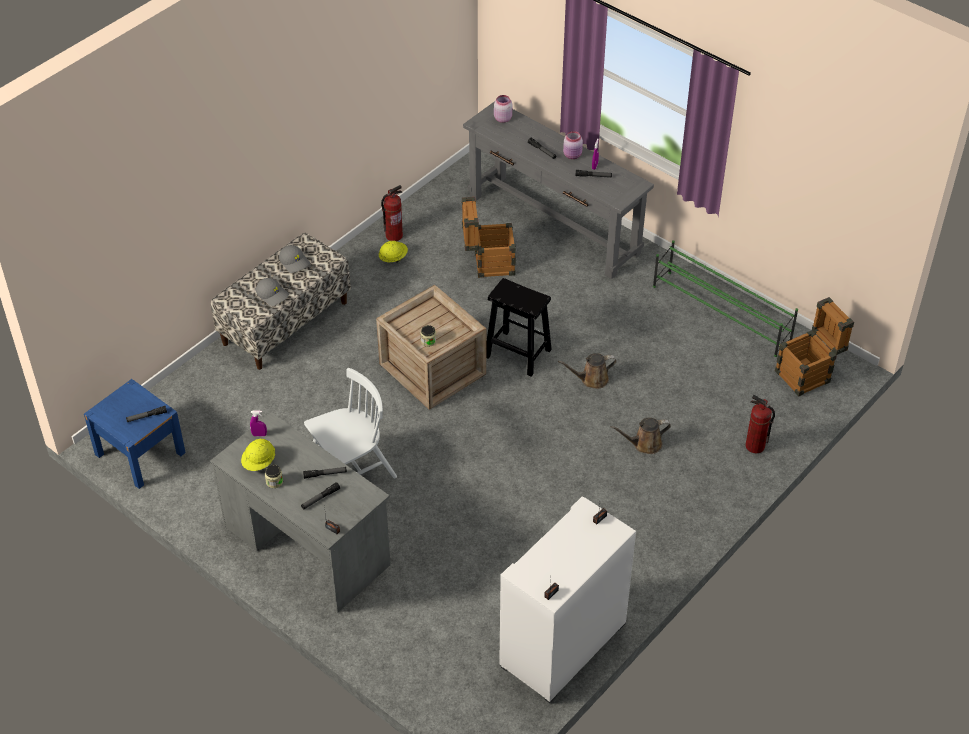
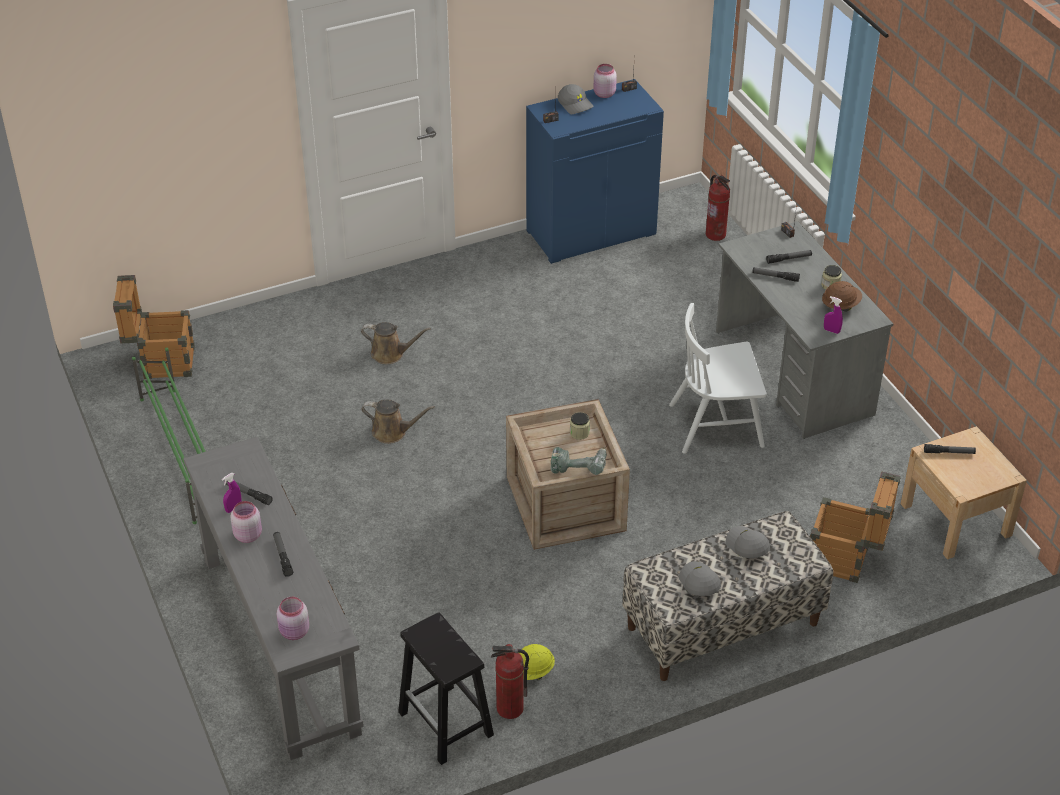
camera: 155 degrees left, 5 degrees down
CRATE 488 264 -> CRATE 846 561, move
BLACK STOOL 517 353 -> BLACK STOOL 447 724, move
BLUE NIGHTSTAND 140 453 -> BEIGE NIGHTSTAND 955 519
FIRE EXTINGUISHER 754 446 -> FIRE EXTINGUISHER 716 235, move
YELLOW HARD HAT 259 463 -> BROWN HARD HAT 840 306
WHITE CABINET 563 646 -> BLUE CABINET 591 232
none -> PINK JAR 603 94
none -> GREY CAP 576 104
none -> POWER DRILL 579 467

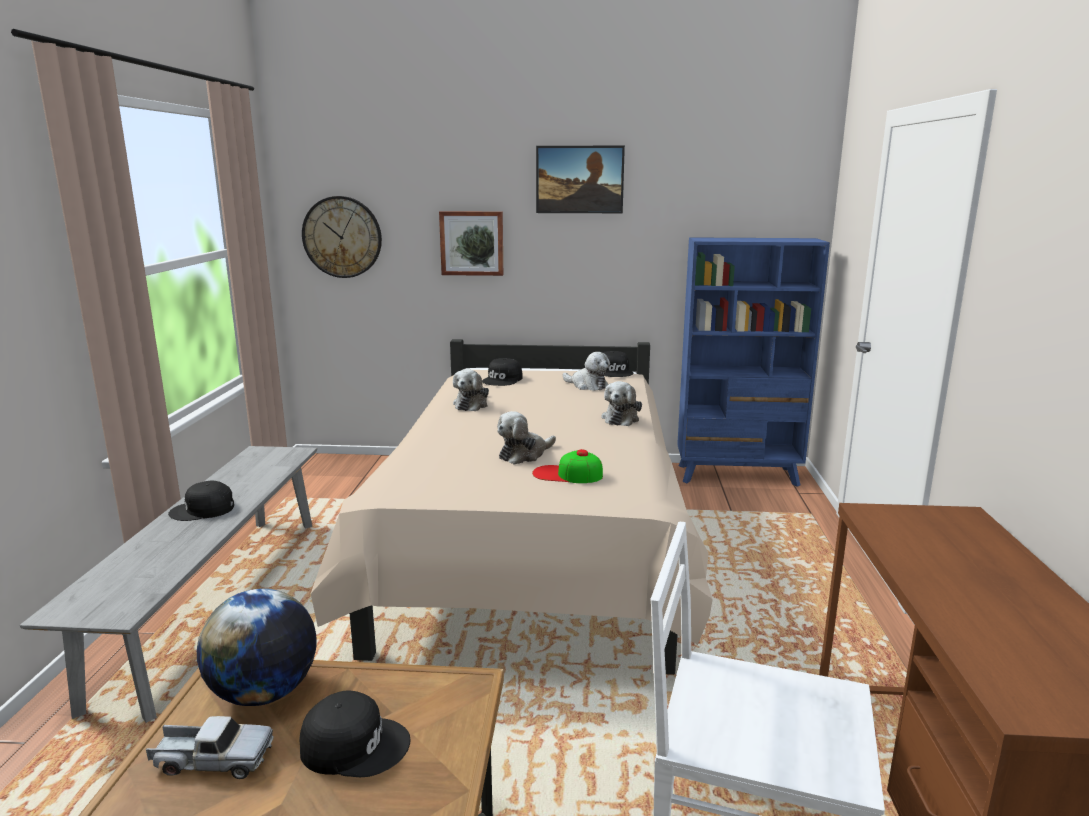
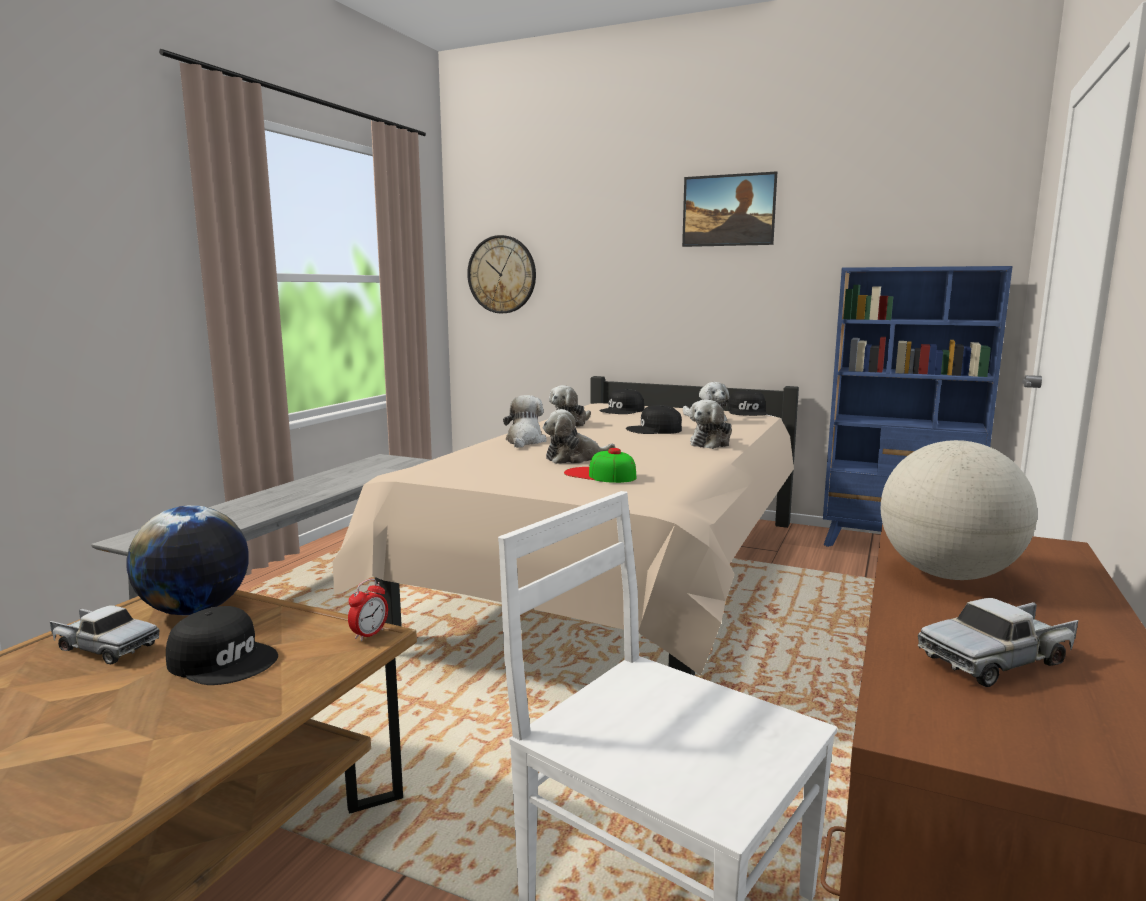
camera: 20 degrees right, 5 degrees down
PICTURE 472 243 -> none
BLACK CAP 203 510 -> BLACK CAP 654 430, move
none -> PLUSH TOY 524 441
none -> GLOBE 947 575
none -> ALARM CLOCK 369 634
none -> TOY TRUCK 998 659

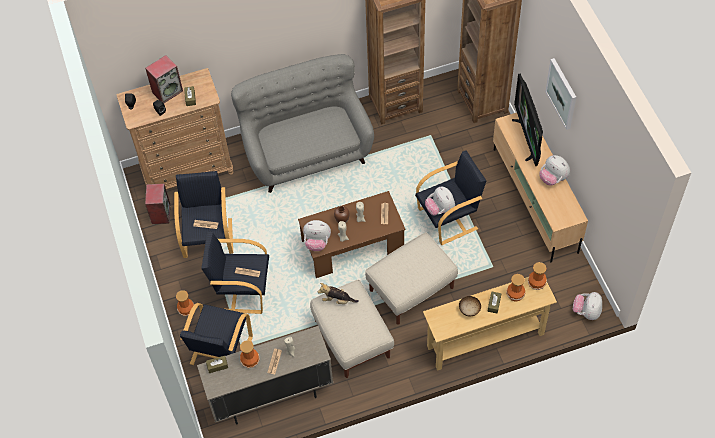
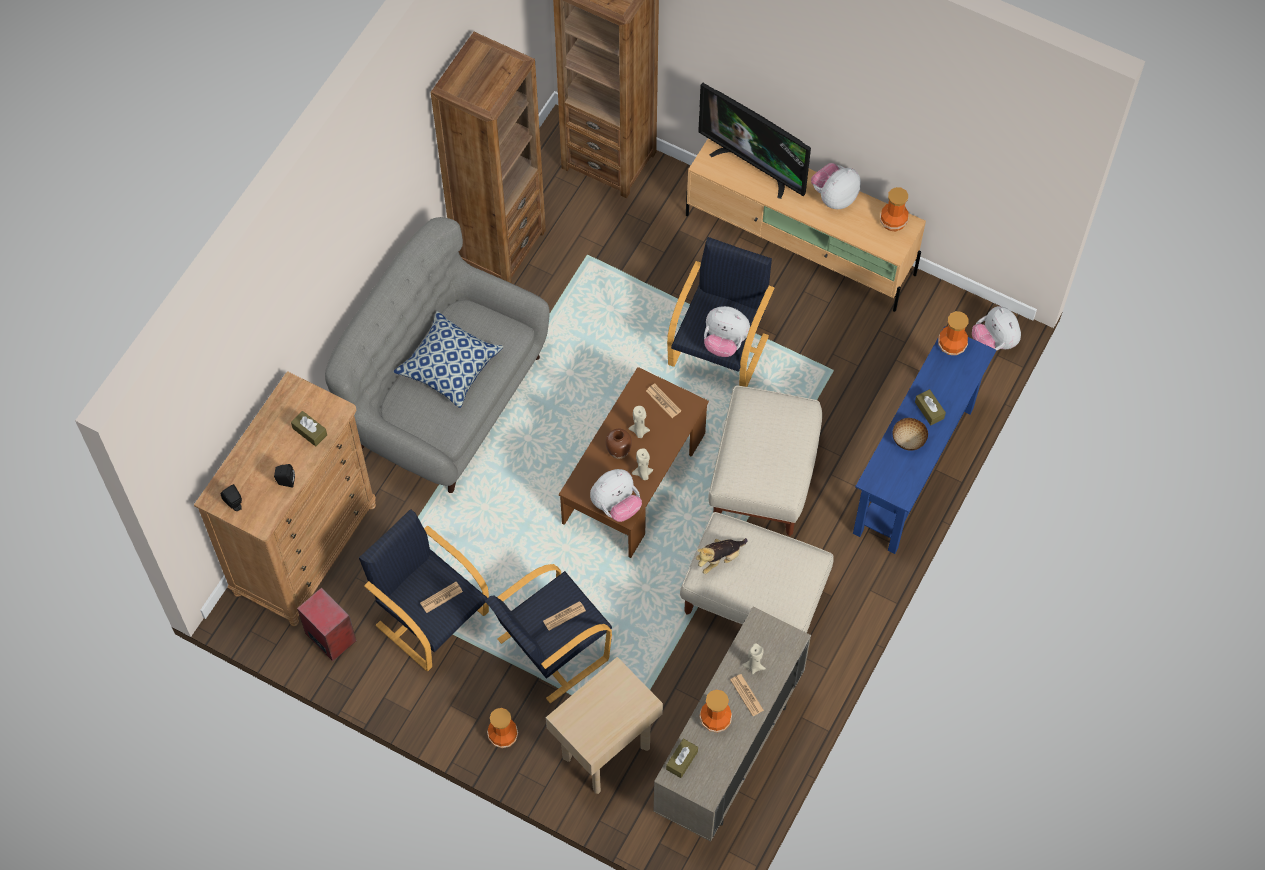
camera: 45 degrees left, 5 degrees up
SPEAKER 167 91 -> none
PICTURE 562 93 -> none
PLUSH TOY 553 178 -> PLUSH TOY 834 197, 135 degrees clockwise
VASE 515 295 -> VASE 893 222, move
BEIGE CONSOLE TABLE 485 340 -> BLUE CONSOLE TABLE 914 470
BLACK ARMCHAIR 220 351 -> BEIGE SIDE TABLE 605 751
none -> PILLOW 449 366

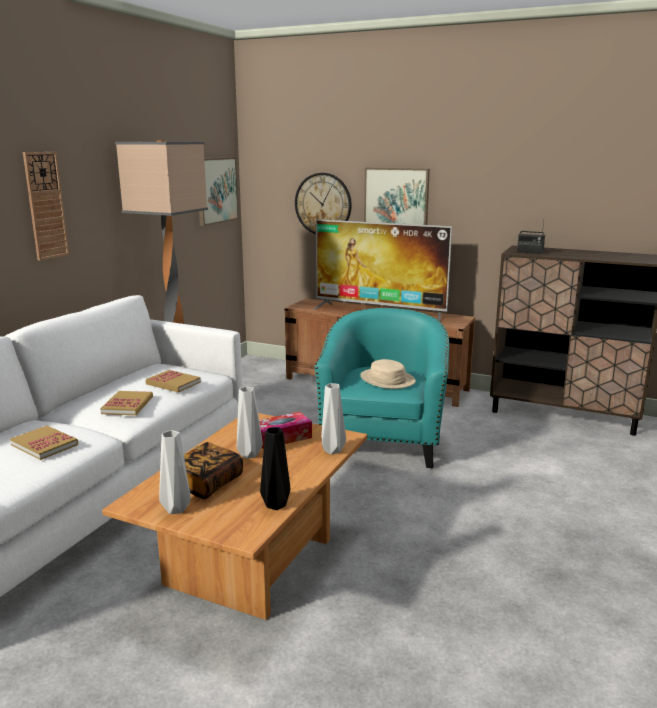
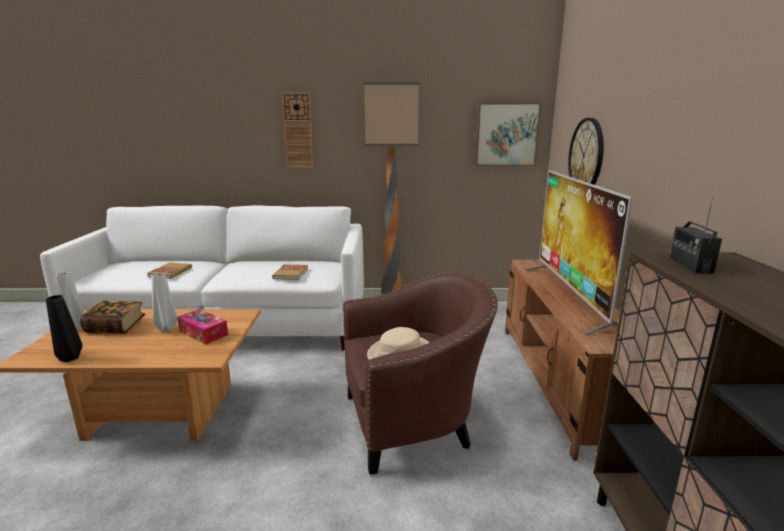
camera: 65 degrees right, 0 degrees up
PICTURE 396 201 -> none
TURQUOISE ARMCHAIR 383 441 -> BROWN ARMCHAIR 414 422
GREY VASE 333 451 -> none
BOOK 127 405 -> none

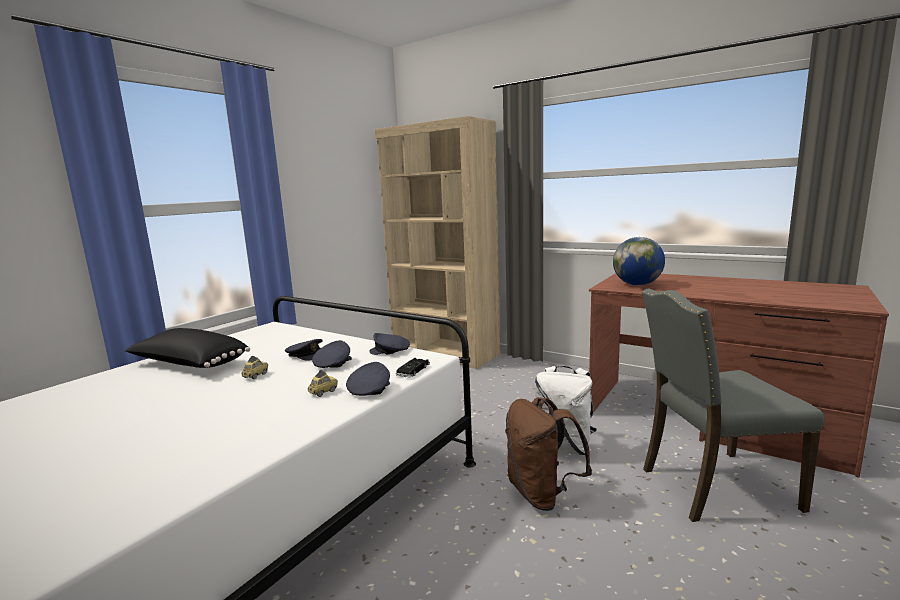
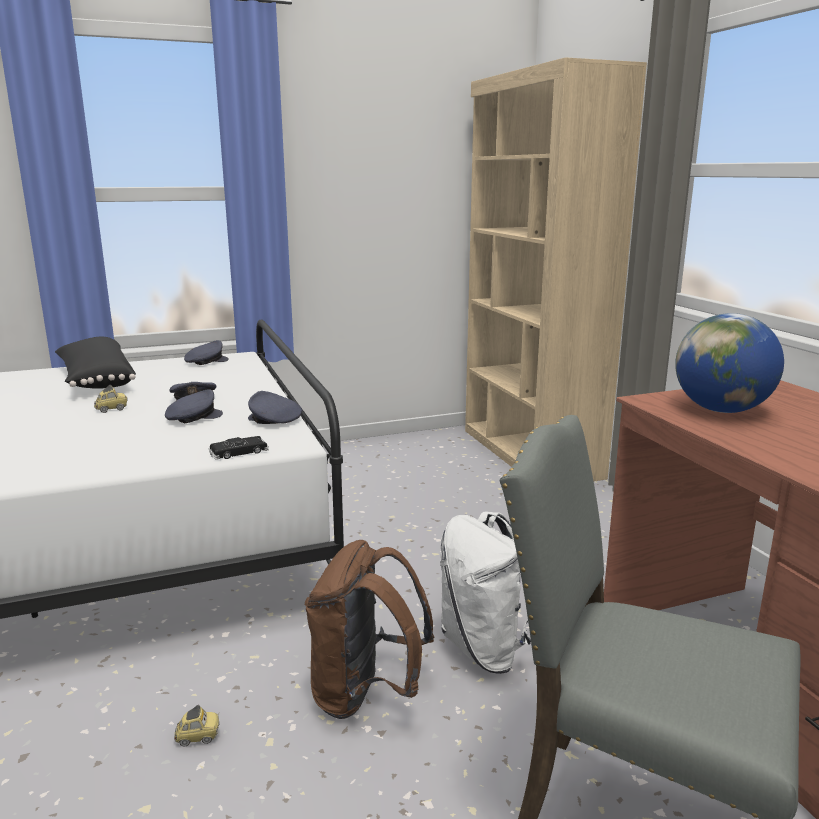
camera: 35 degrees right, 5 degrees up
GREY CAP 369 389 -> GREY CAP 205 362, move
TOY CAR 323 392 -> TOY CAR 198 737, move

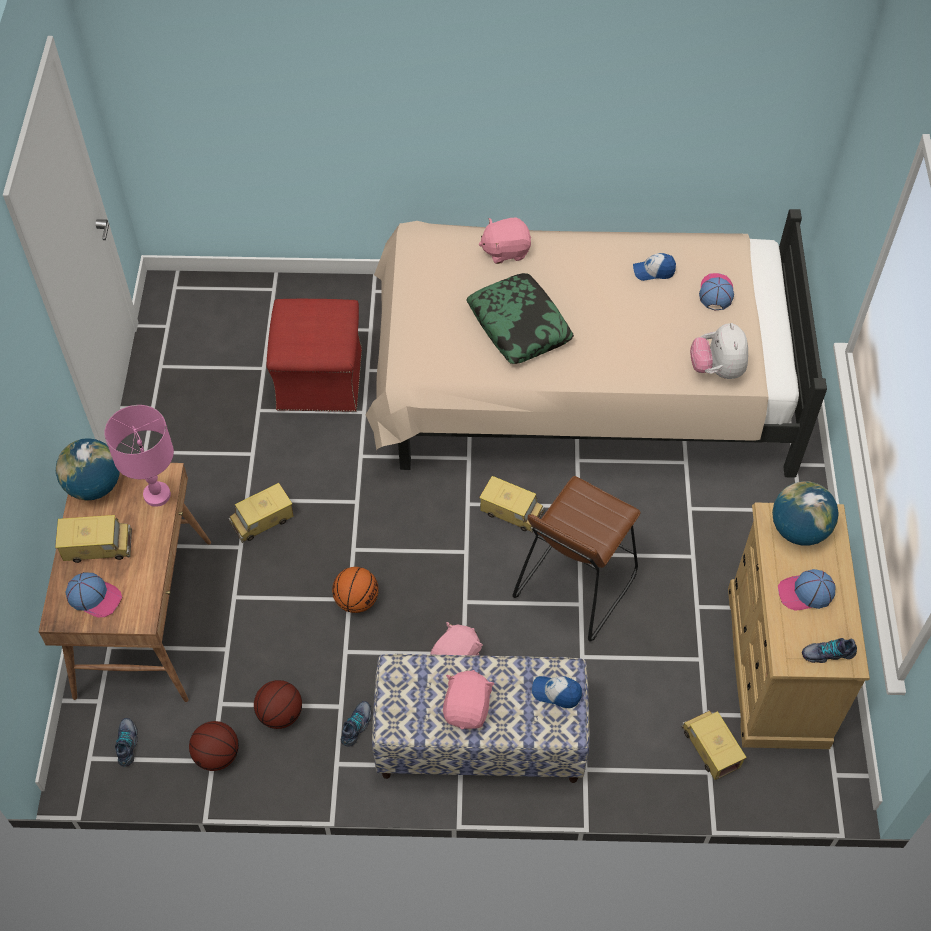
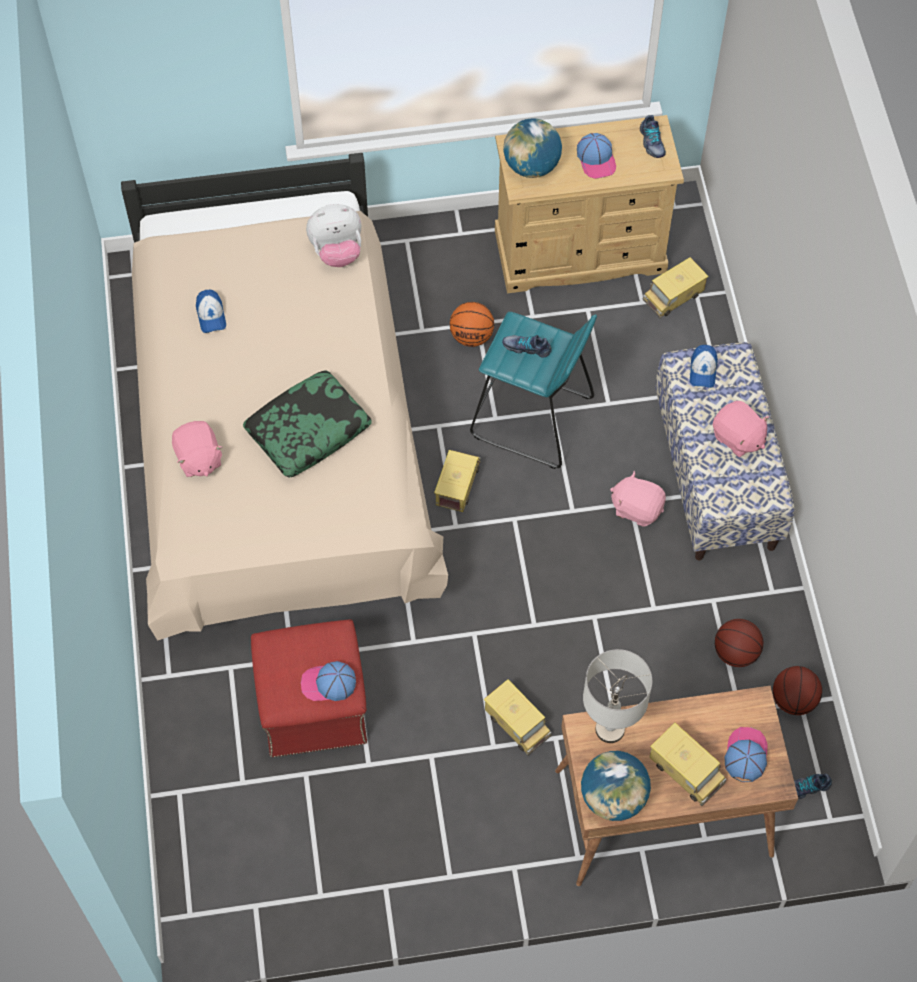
camera: 100 degrees left, 5 degrees up
CAP 715 292 -> CAP 328 684, move
PINK TABLE LAMP 156 495 -> GREY TABLE LAMP 609 730
BROWN STOOL 574 585 -> TURQUOISE STOOL 531 418
TOY TRUCK 97 546 -> TOY TRUCK 686 770, 150 degrees clockwise
BASKETBALL 356 600 -> BASKETBALL 471 336, move
PINK PLUSH TOY 468 708 -> PINK PLUSH TOY 737 438, 135 degrees counterclockwise
SHOE 357 726 -> SHOE 527 347, move

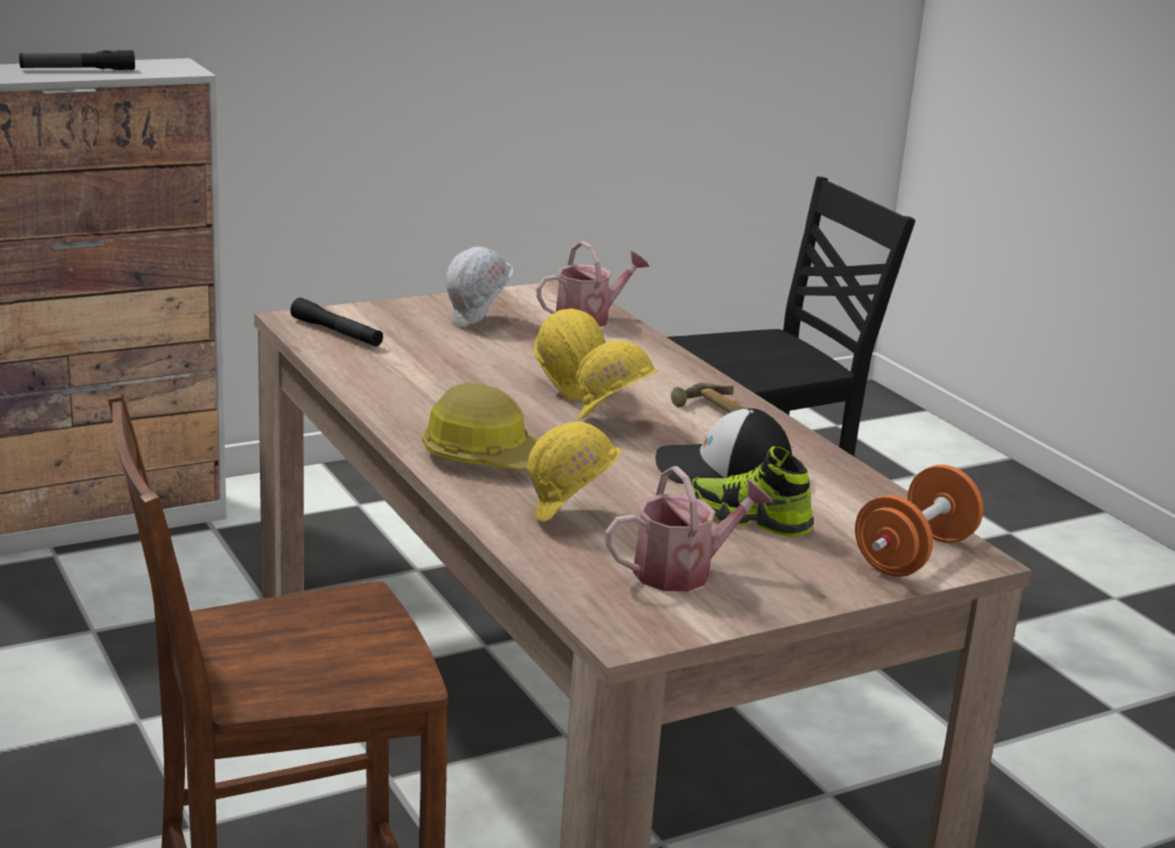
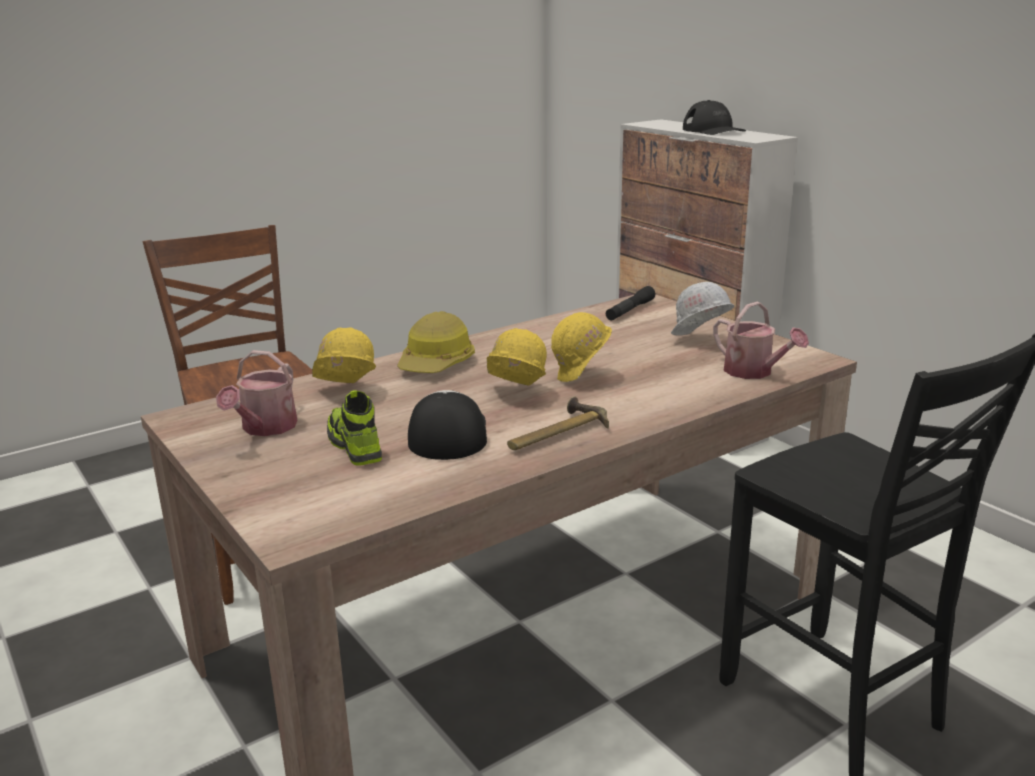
camera: 85 degrees right, 0 degrees up
FLASHLIGHT 77 70 -> BLACK CAP 713 130
SHOE 749 519 -> SHOE 354 446, 45 degrees counterclockwise
ORANGE DUMBBELL 914 555 -> none
WATERING CAN 682 571 -> WATERING CAN 265 428, 45 degrees clockwise

